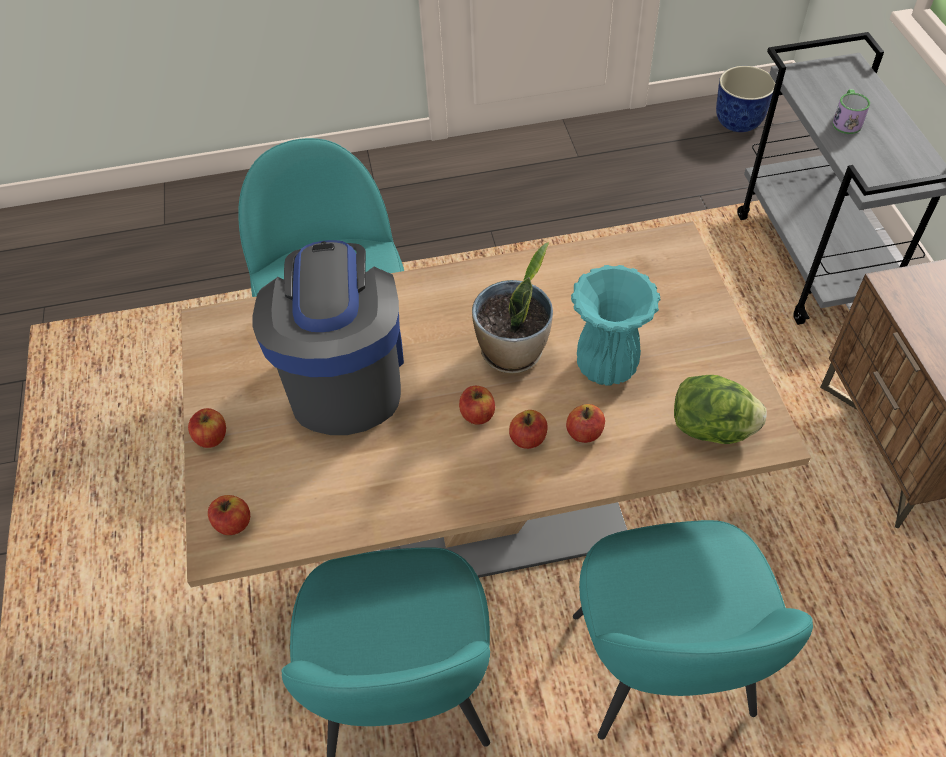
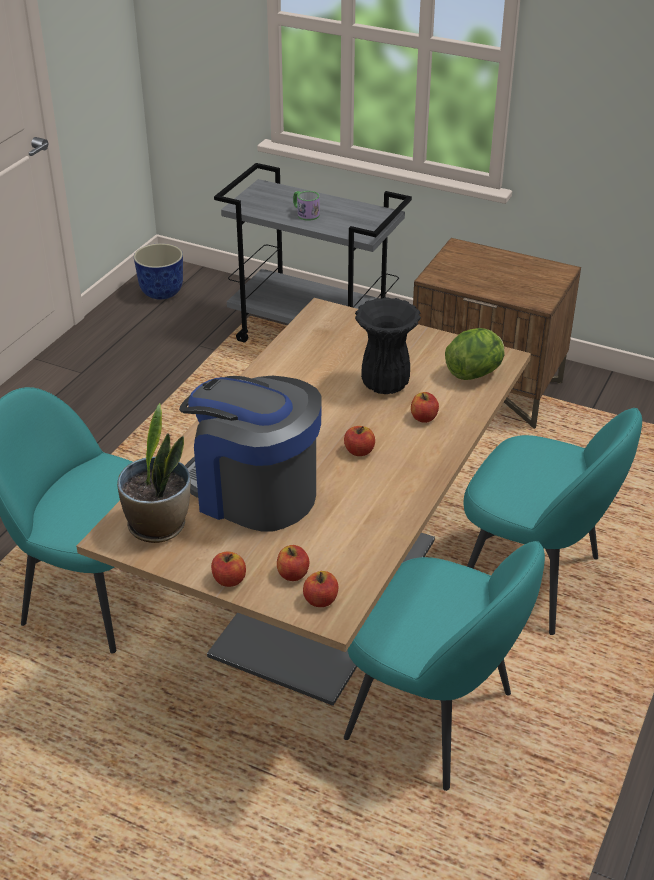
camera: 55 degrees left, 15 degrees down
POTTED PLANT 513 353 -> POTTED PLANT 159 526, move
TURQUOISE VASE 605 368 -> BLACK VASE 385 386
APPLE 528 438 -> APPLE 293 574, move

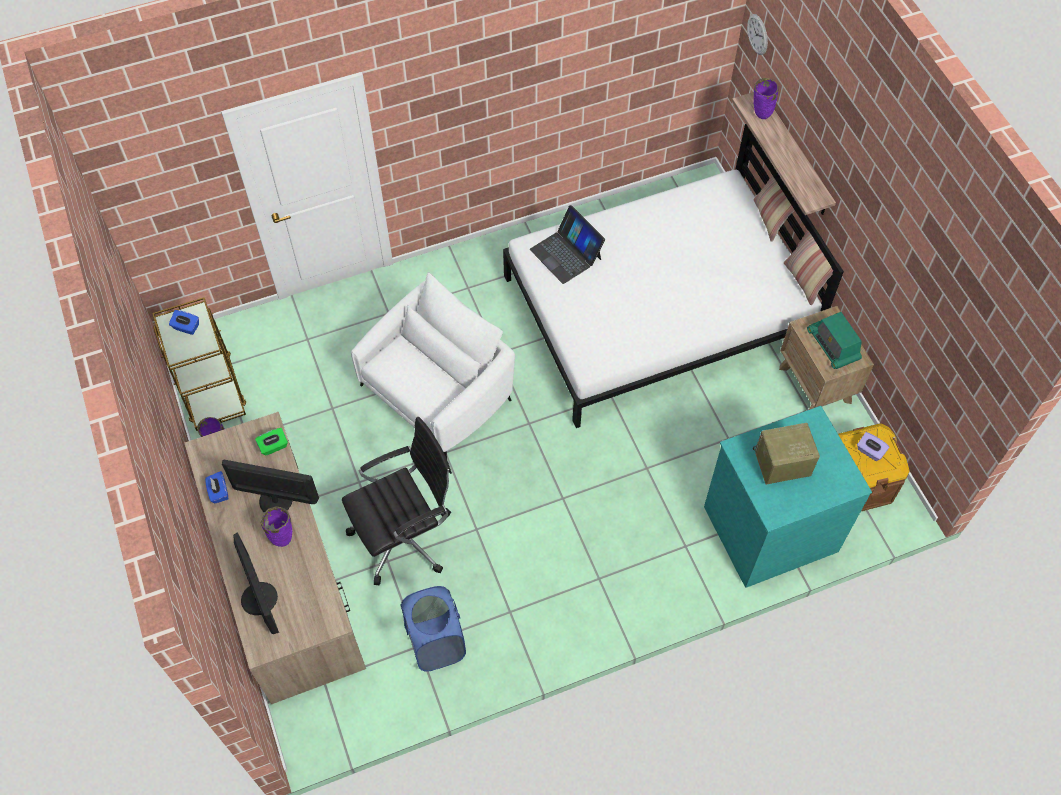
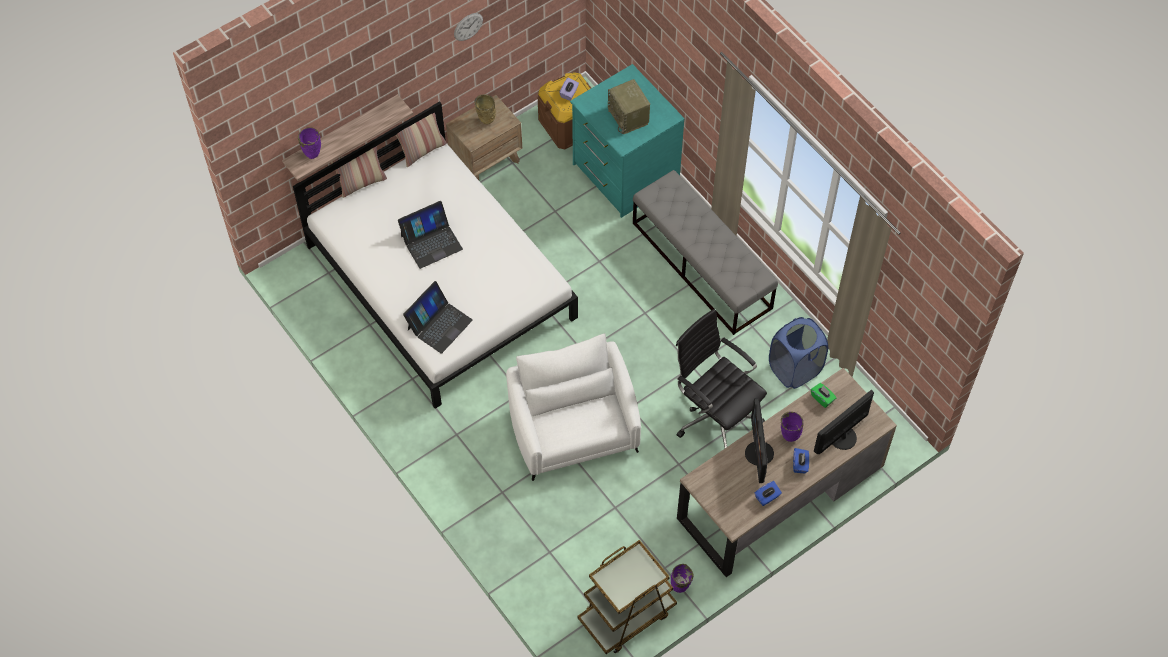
camera: 105 degrees left, 0 degrees up
WALL CLOCK 757 34 -> WALL CLOCK 468 26, move
WHITE ARMCHAIR 437 392 -> WHITE ARMCHAIR 574 428, 45 degrees clockwise
BLUE TISSUE BOX 186 327 -> BLUE TISSUE BOX 800 464, move
RADIO 833 345 -> BEIGE VASE 486 121
GREEN TISSUE BOX 273 446 -> GREEN TISSUE BOX 822 398, move
none -> GREY BENCH 702 266
none -> LAPTOP 431 242

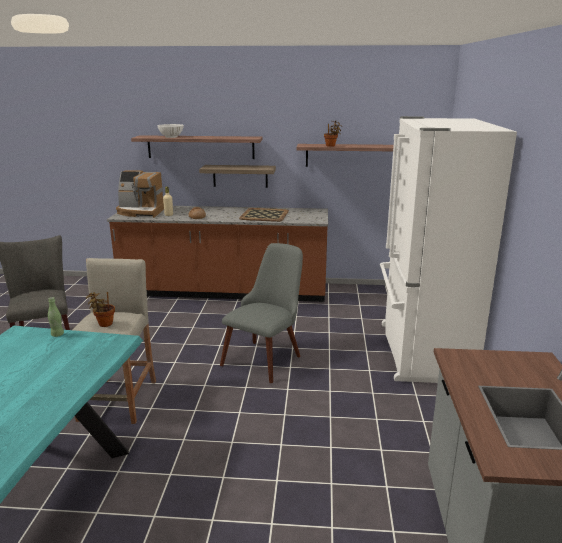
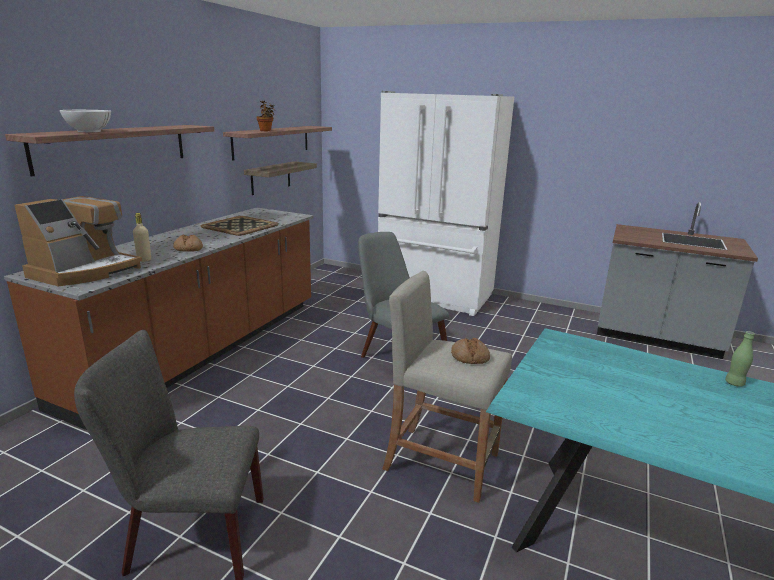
camera: 70 degrees left, 0 degrees up
SHELF 240 176 -> SHELF 271 177, move
POTTED PLANT 104 324 -> BREAD 470 357
GREEN BOTTLE 57 334 -> GREEN BOTTLE 734 383, move

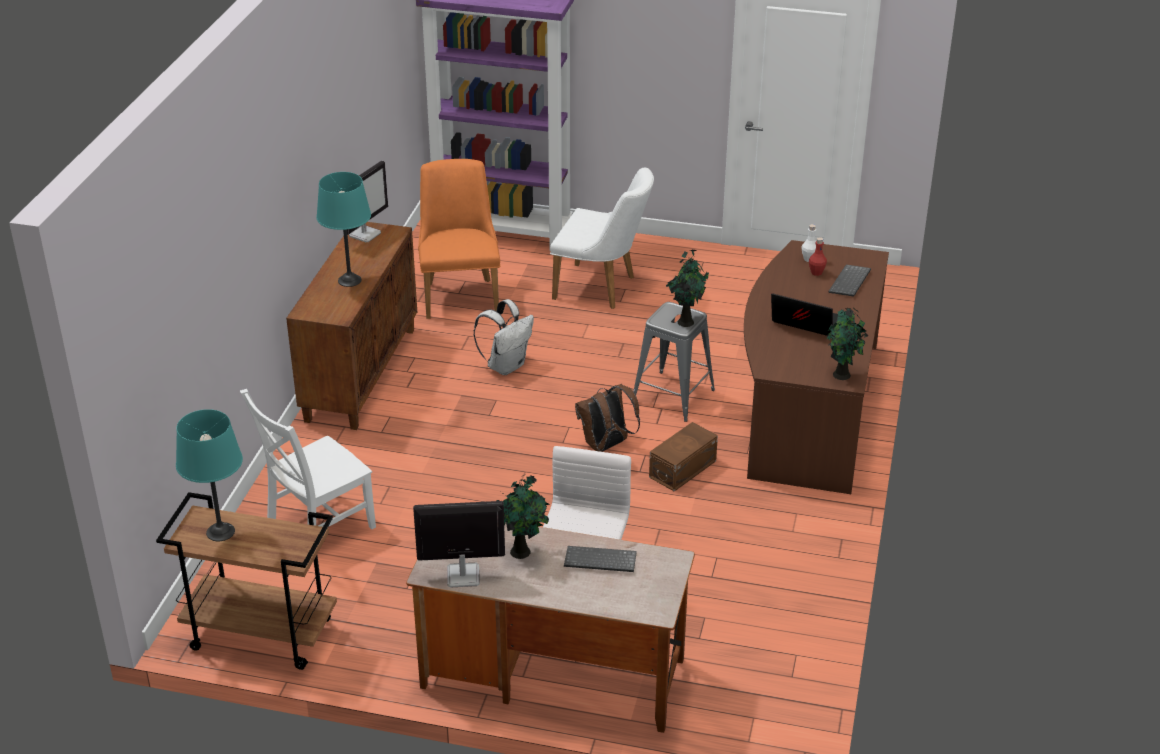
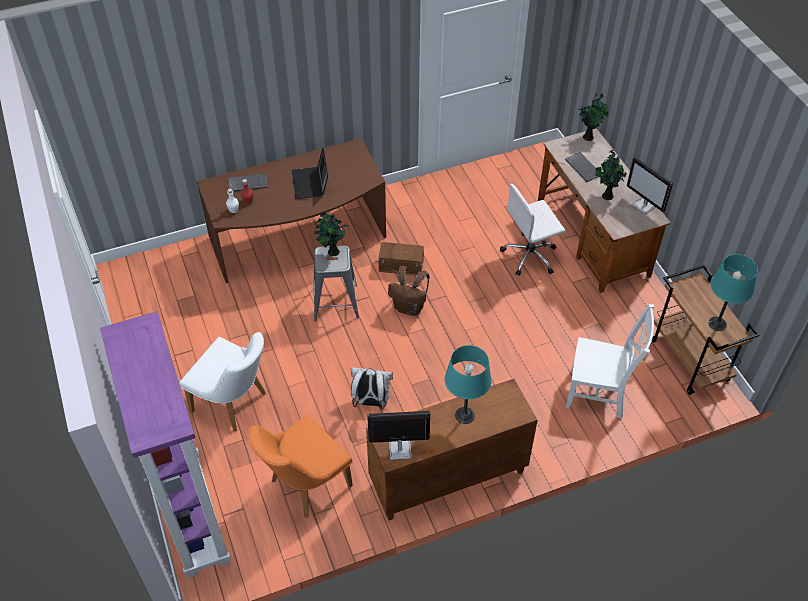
camera: 125 degrees left, 15 degrees up
WHITE CHAIR 602 288 -> WHITE CHAIR 235 404, 135 degrees clockwise
POTTED PLANT 842 376 -> POTTED PLANT 588 136, move

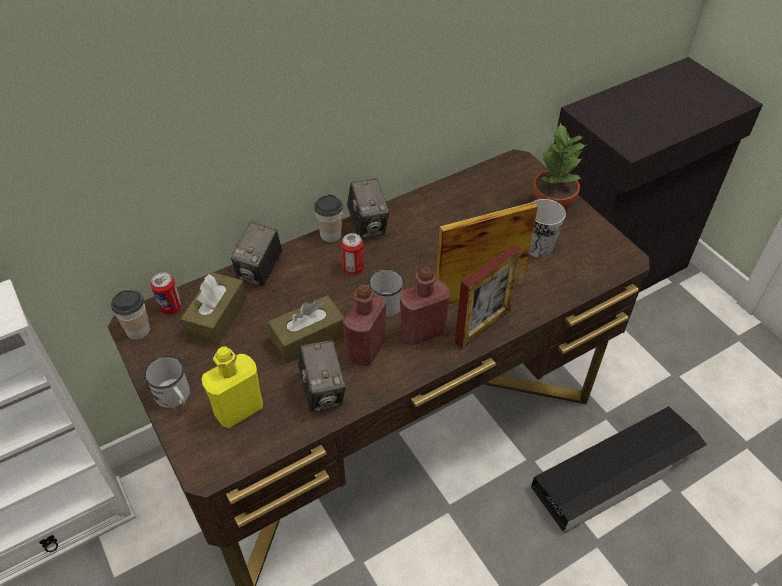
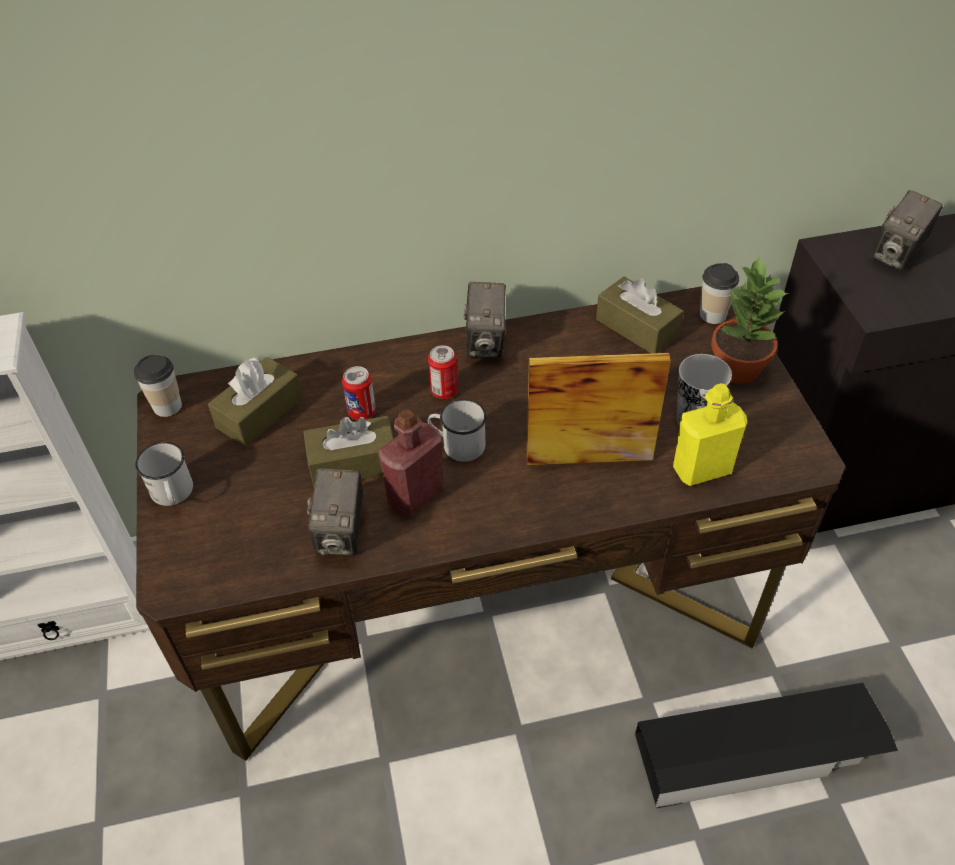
camera: 20 degrees right, 0 degrees up
CUP 330 235 -> CUP 712 315, move
PHOTO CAMERA 260 271 -> PHOTO CAMERA 897 255, move
PICTURE FRAME 483 326 -> none
RED BOTTLE 422 332 -> none
CAN 170 307 -> CAN 362 412, move
YELLOW BOTTLE 239 409 -> YELLOW BOTTLE 702 469, move
none -> BROWN TISSUE BOX 637 327

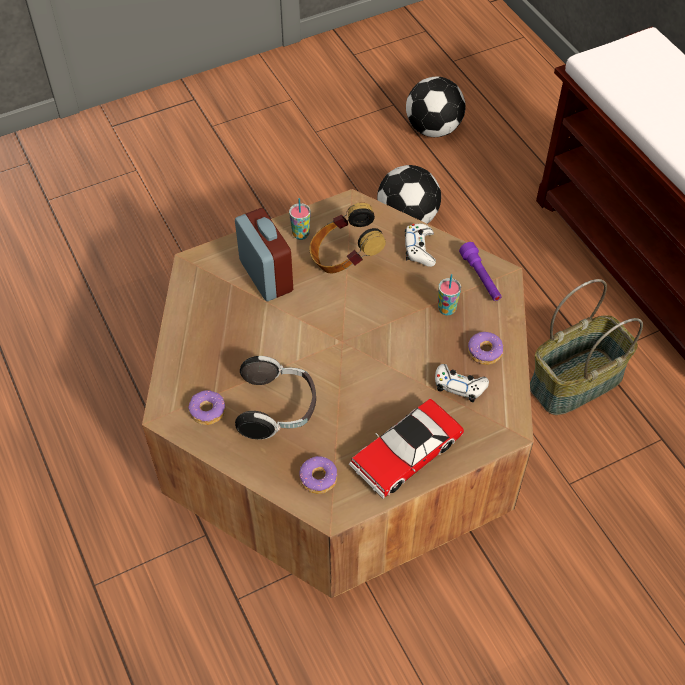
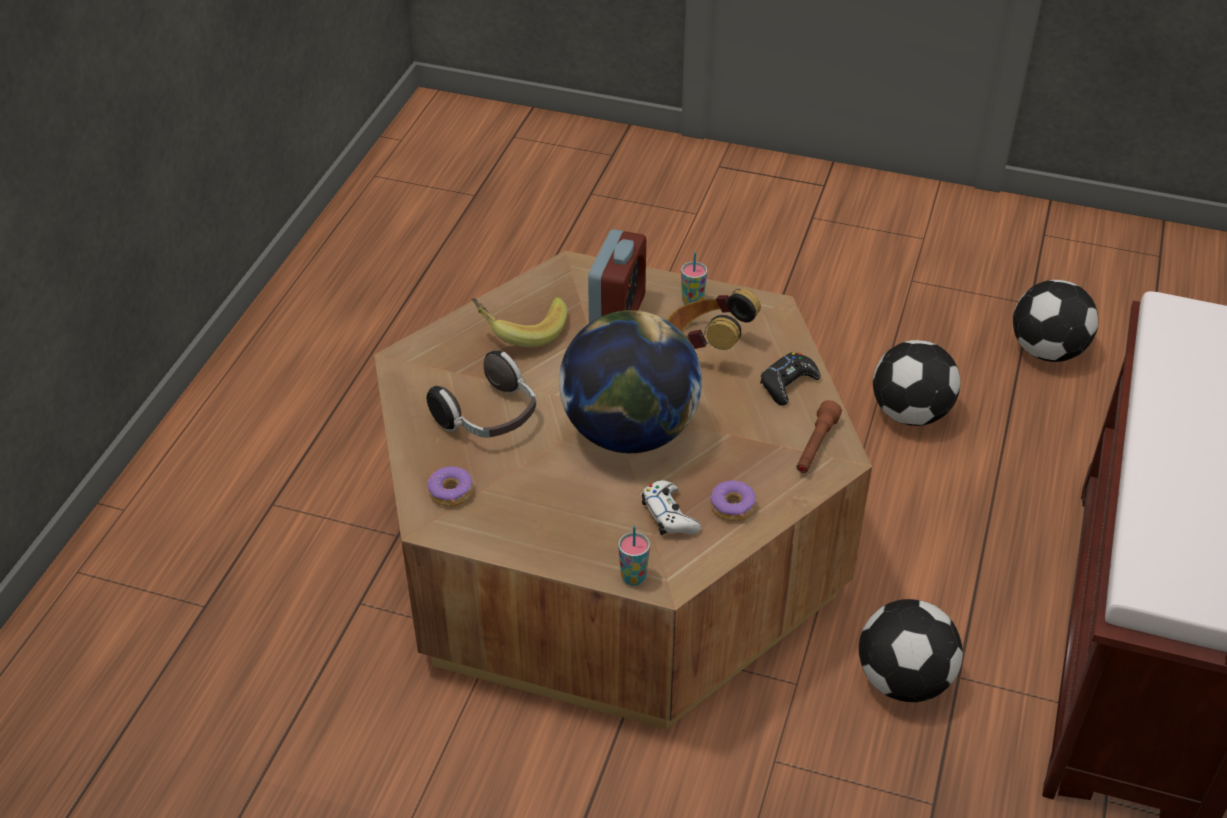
camera: 45 degrees right, 10 degrees down
WHITE GAME CONTROLLER 419 249 -> BLACK GAME CONTROLLER 788 384
PURPLE FLASHLIGHT 480 278 -> BROWN FLASHLIGHT 815 446
CUP 446 309 -> CUP 633 577, move
BASKET 576 383 -> FOOTBALL 902 681
DONUT 207 411 -> none
TOY CAR 405 454 -> none
none -> BANANA 520 330
none -> GLOBE 629 432

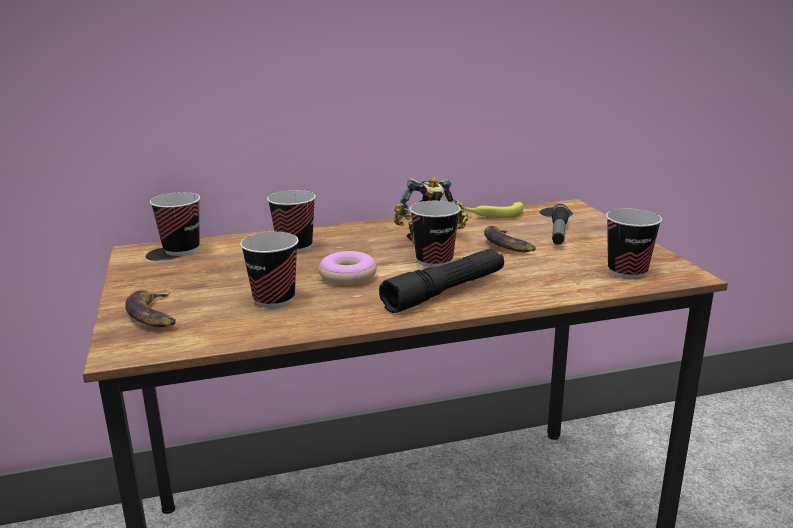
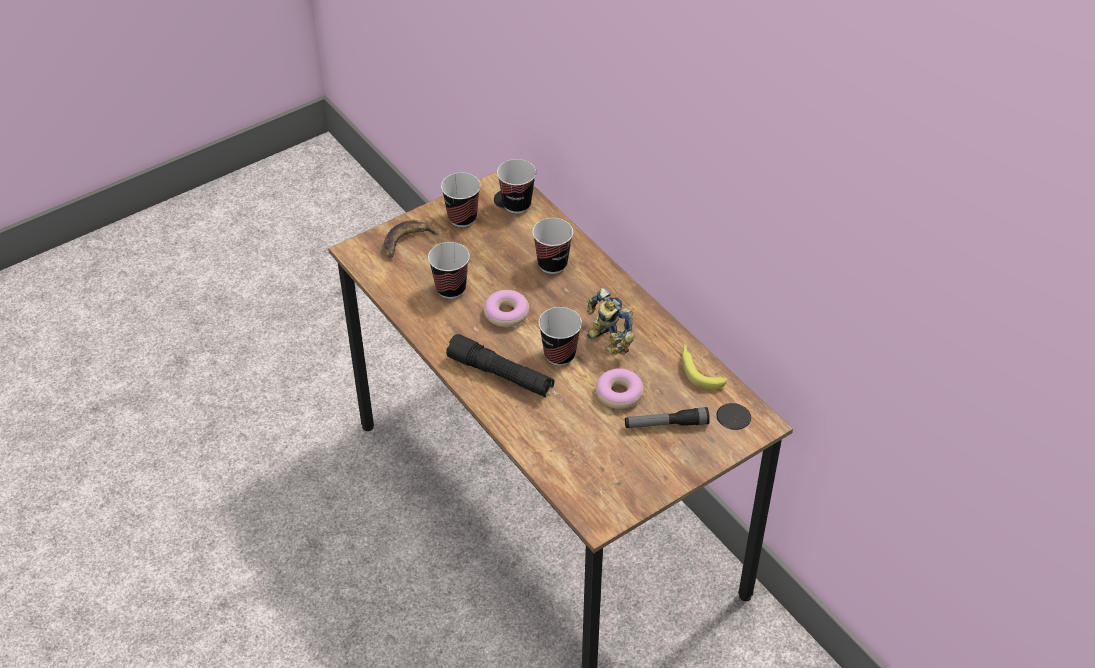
camera: 70 degrees right, 25 degrees up
CUP 627 271 -> CUP 462 218, move
BANANA 507 244 -> DONUT 619 394

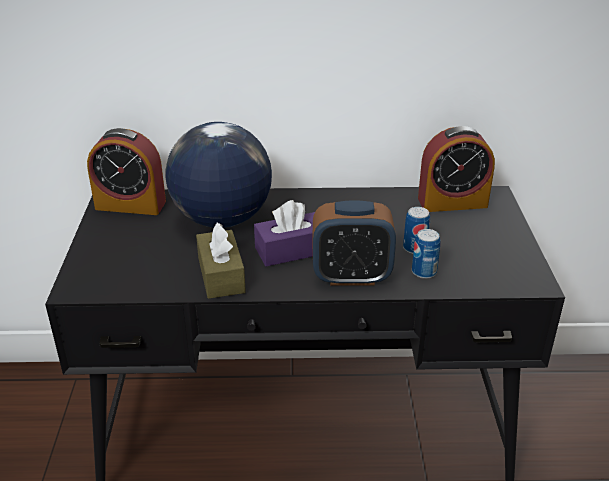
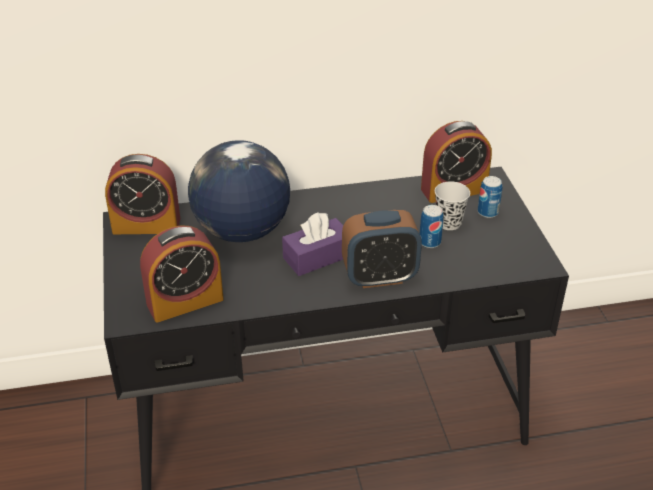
camera: 10 degrees left, 5 degrees up
BROWN TISSUE BOX 221 275 -> none
CAN 424 272 -> CAN 487 212, move
none -> BLACK CUP 449 223
none -> ALARM CLOCK 185 302

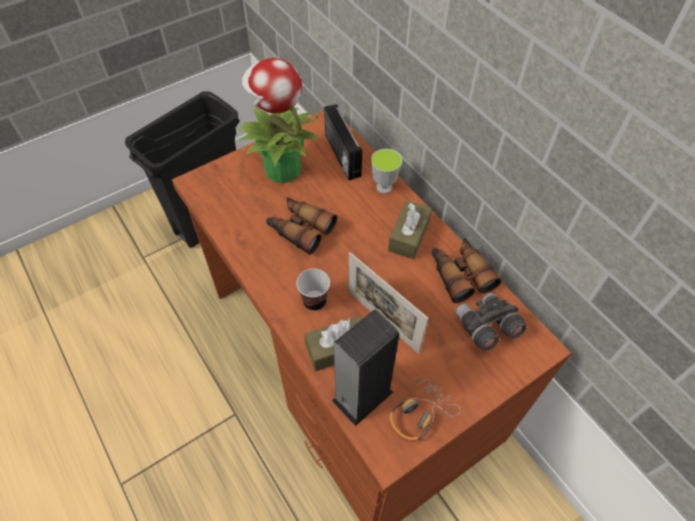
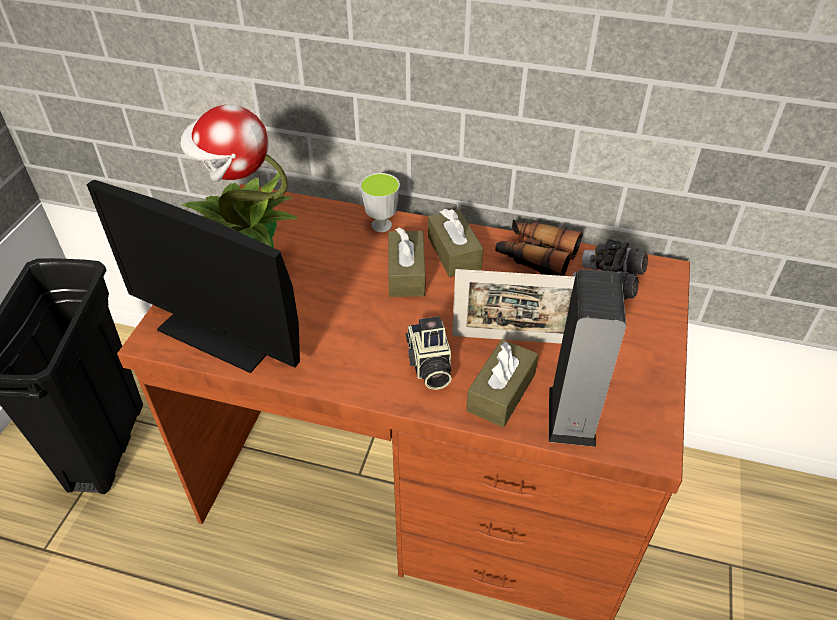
camera: 40 degrees left, 10 degrees down
RADIO 341 155 -> none
BINOCULARS 300 229 -> none
CUP 314 301 -> PHOTO CAMERA 429 366
HEADPHONES 419 413 -> none
none -> MONITOR 219 333
none -> BROWN TISSUE BOX 406 274

